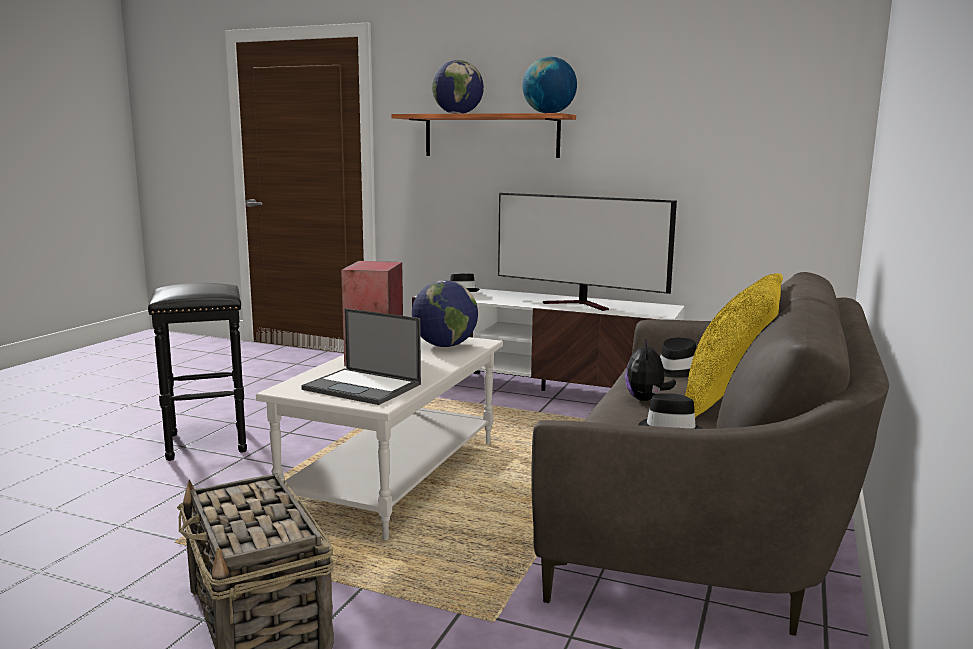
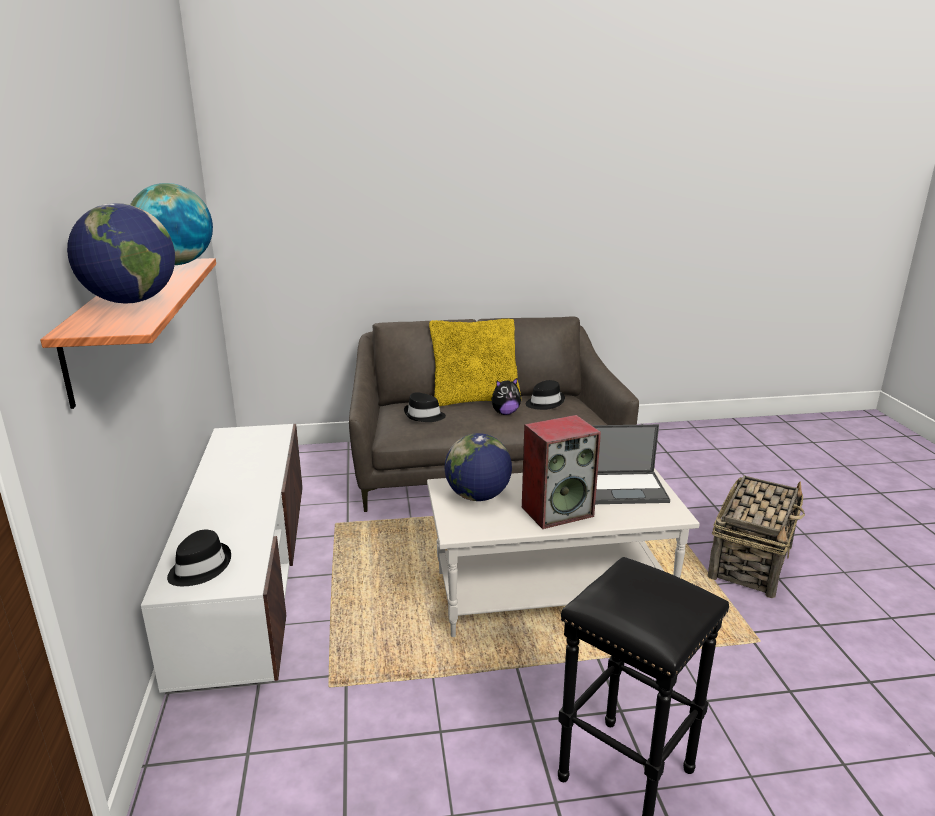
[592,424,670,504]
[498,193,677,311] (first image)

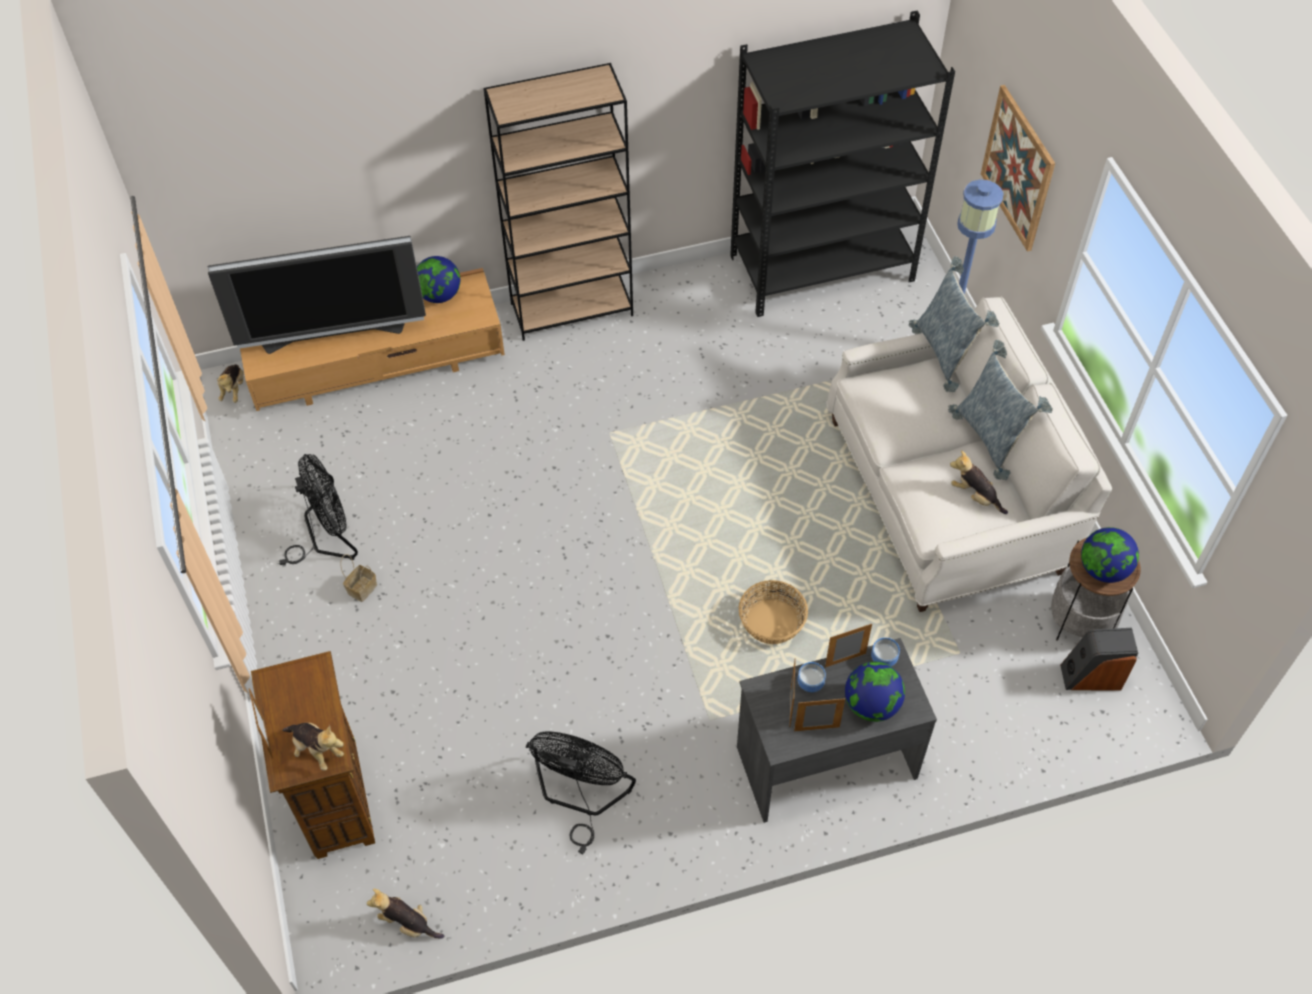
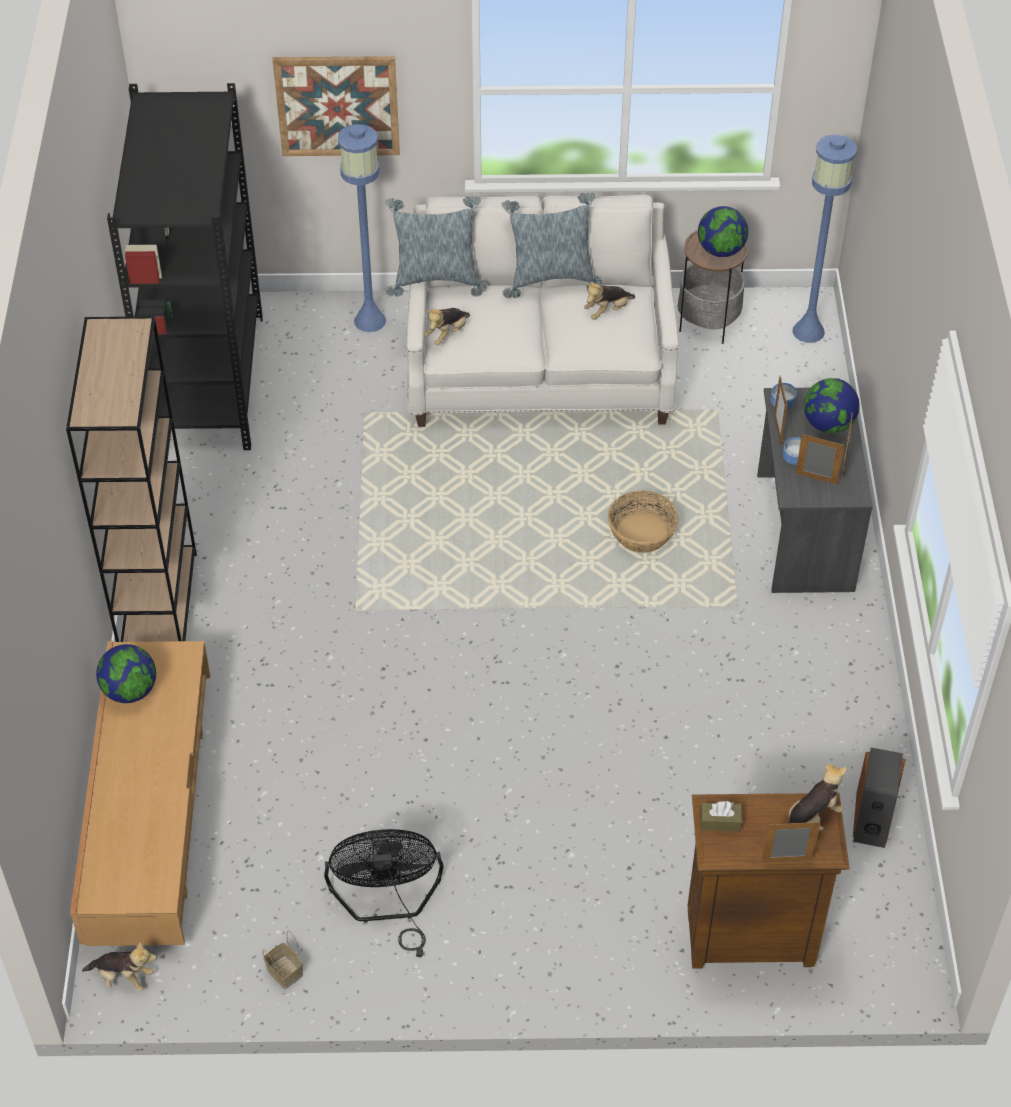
[262,931,303,989]
[424,308,470,345]
[700,801,742,832]
[792,135,857,343]
[853,747,905,848]
[208,236,426,354] (first image)
[526,731,636,855] (first image)

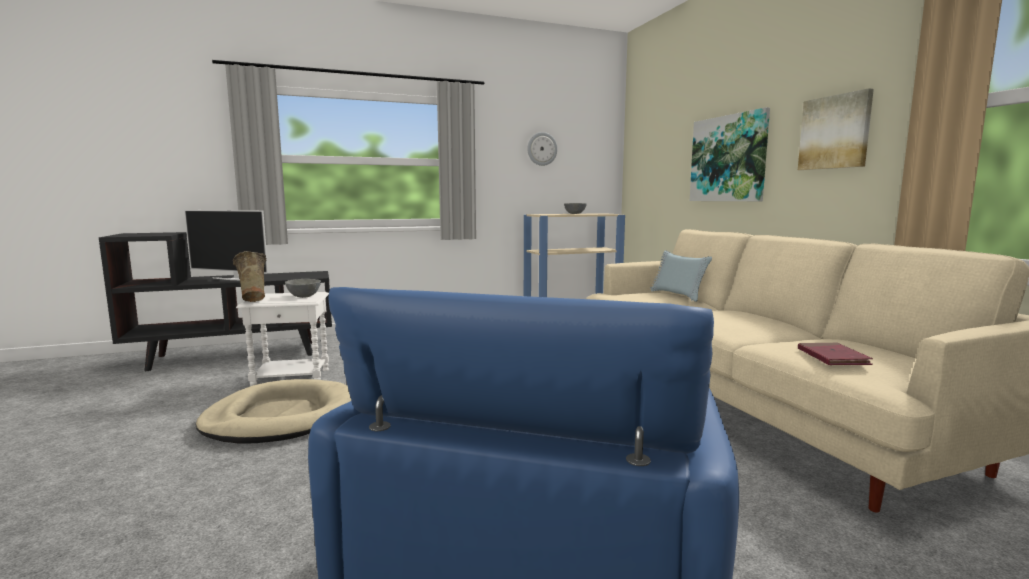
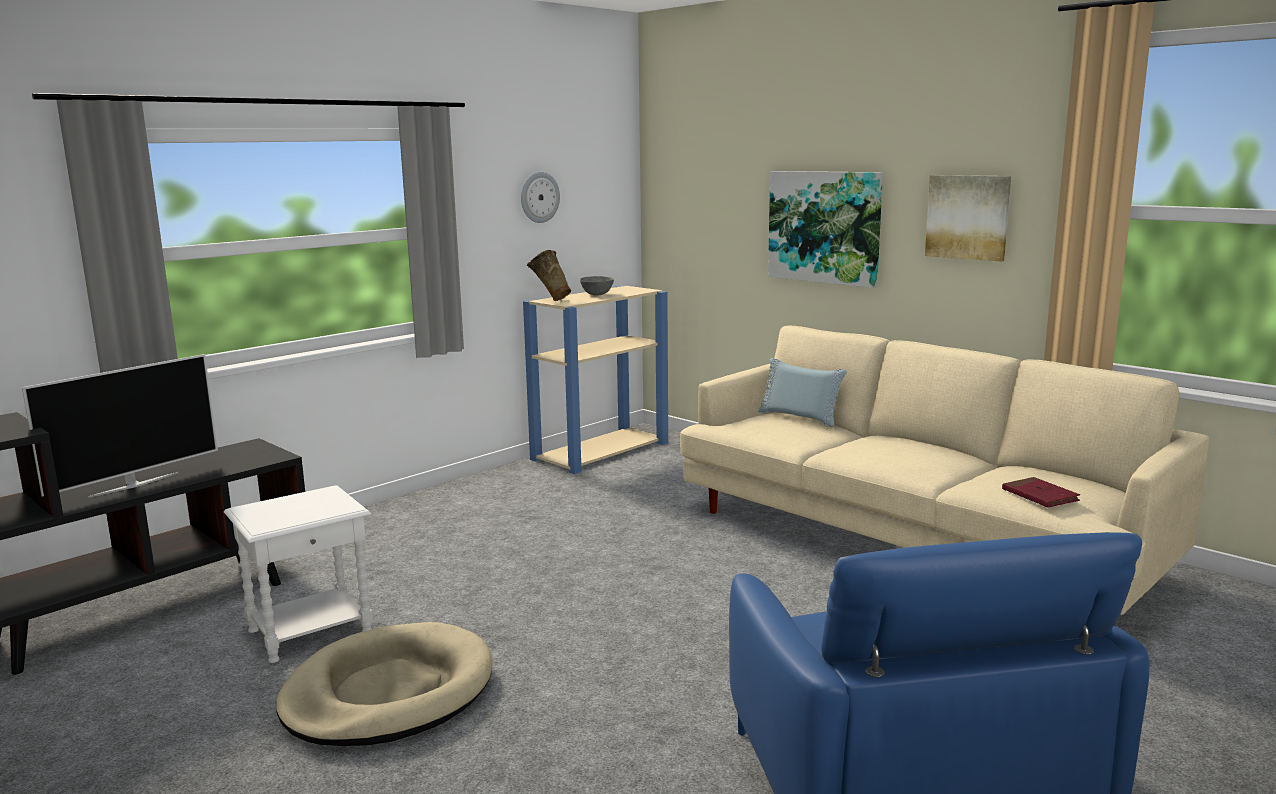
[22,354,218,498]
[527,250,571,301]
[285,279,321,298] (first image)

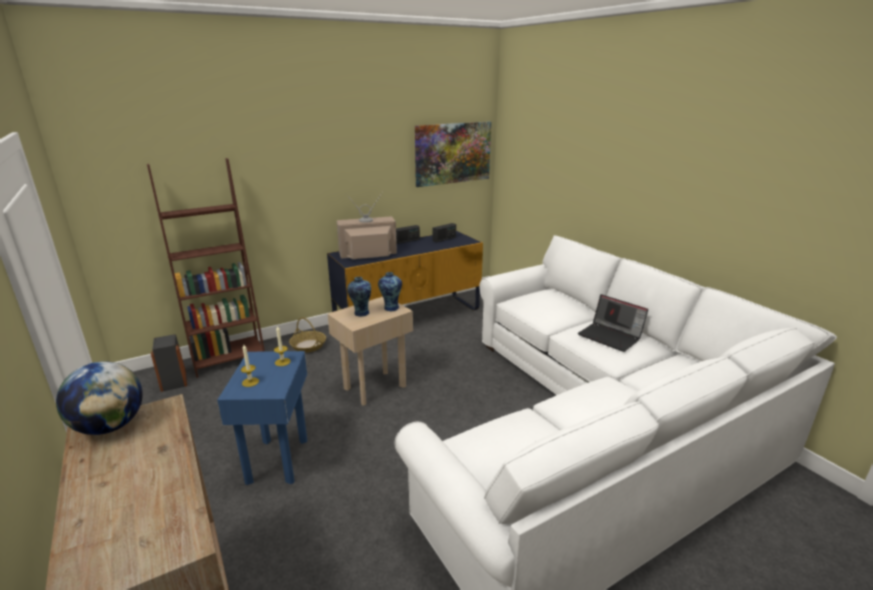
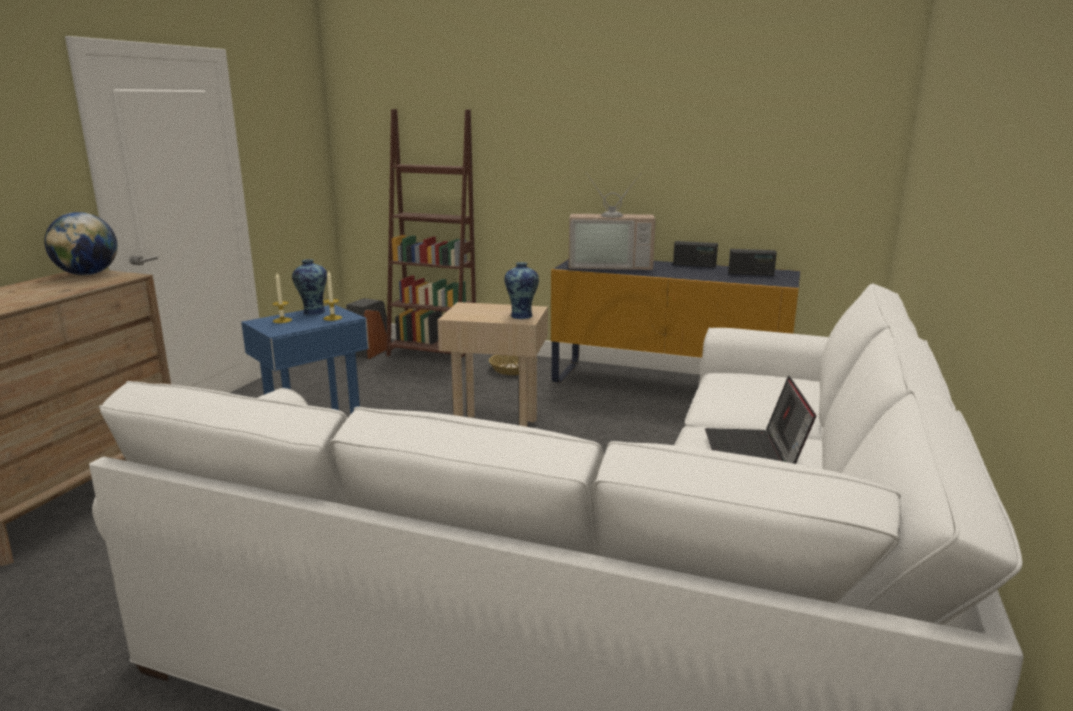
[292,259,327,315]
[569,173,656,270]
[415,121,491,187] (first image)

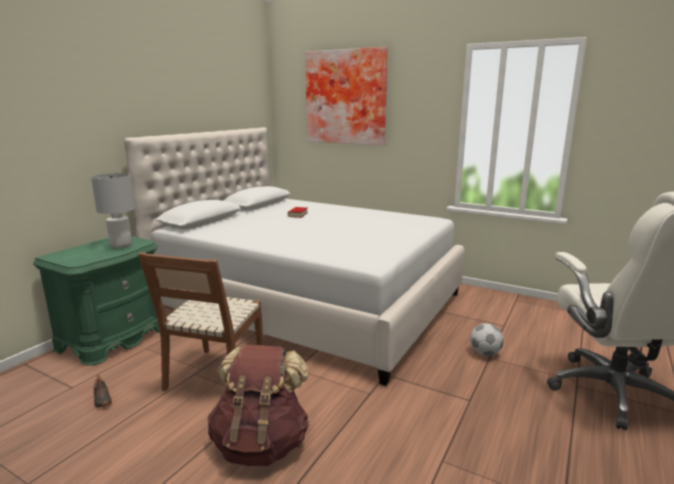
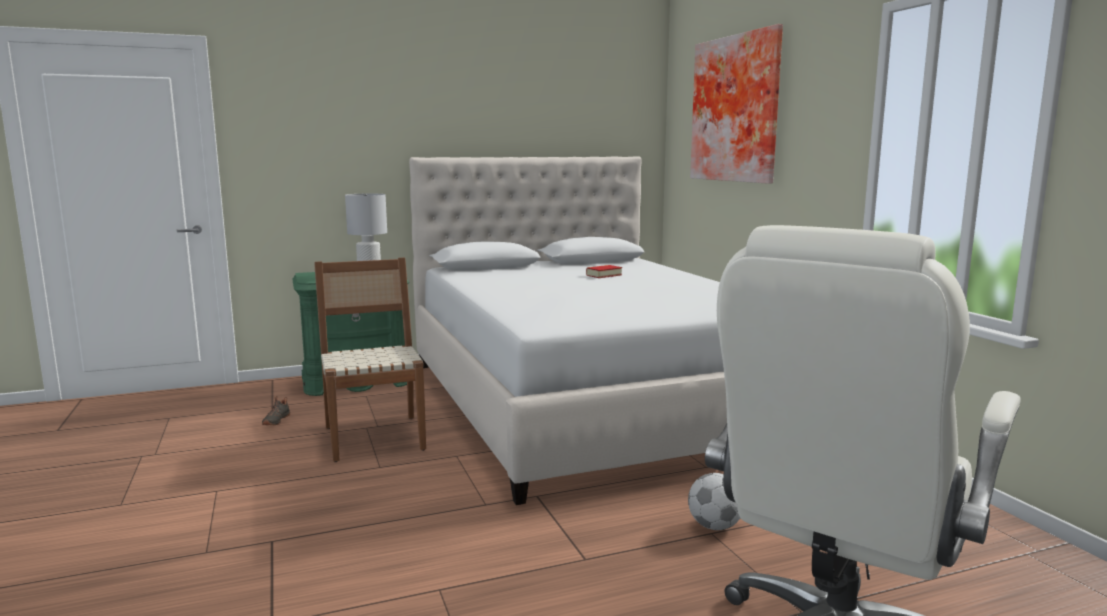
[314,258,426,462]
[207,345,310,466] (first image)

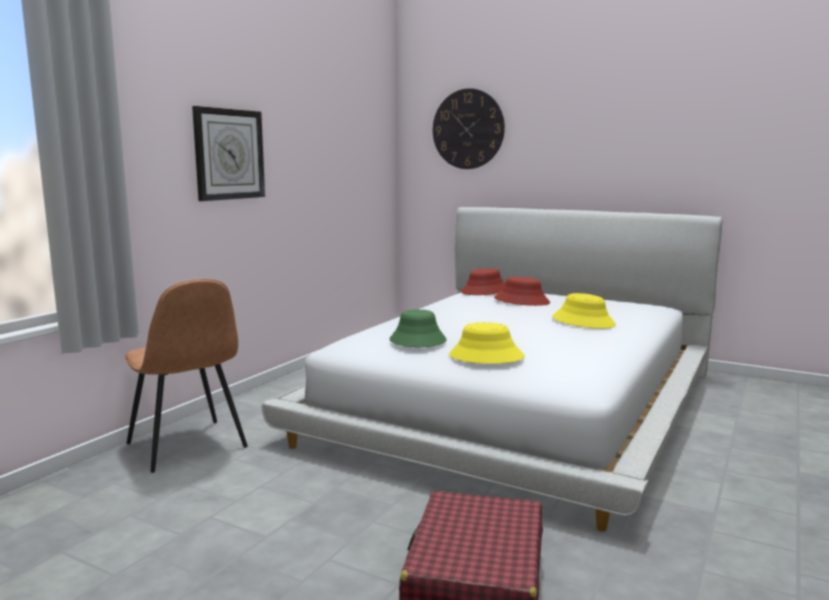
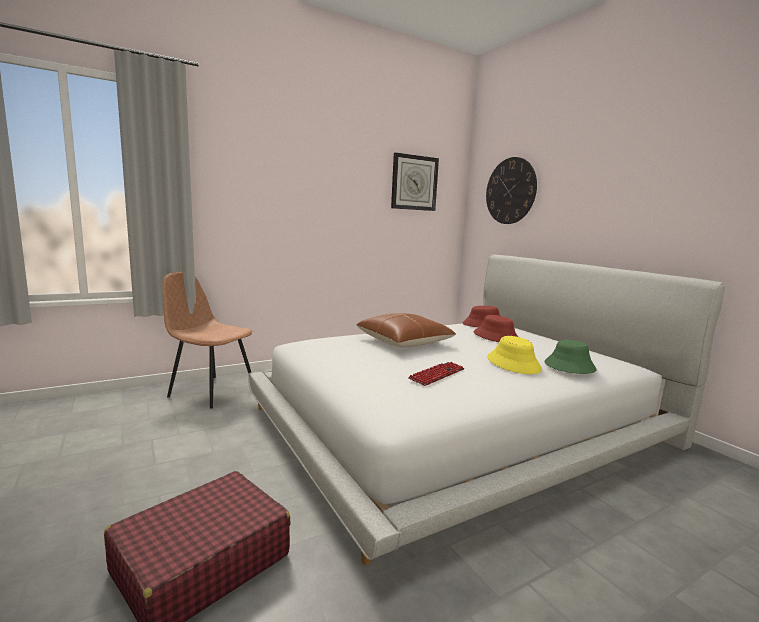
[162,271,253,409]
[356,313,456,348]
[391,152,439,211]
[408,362,464,386]
[545,340,597,374]
[449,323,525,364] (first image)

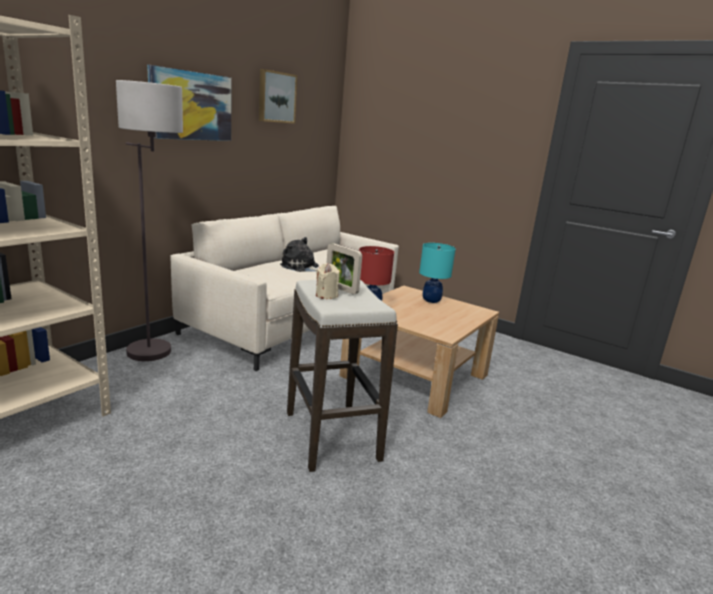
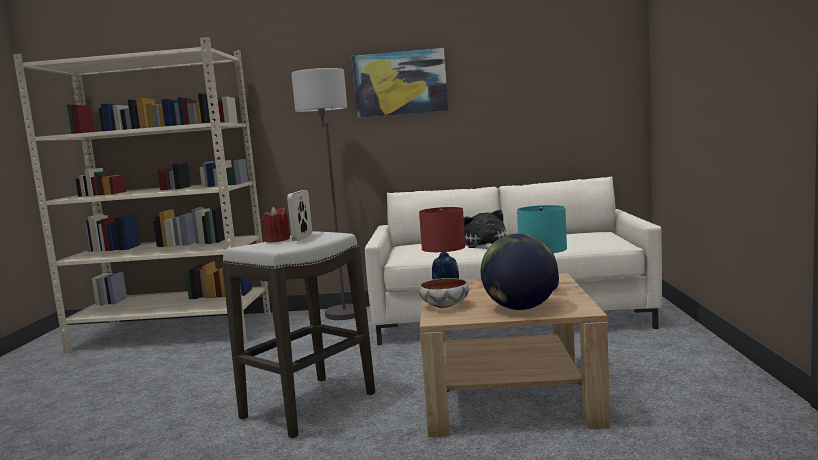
[262,207,290,242]
[419,278,469,308]
[481,234,558,310]
[259,69,297,124] (first image)

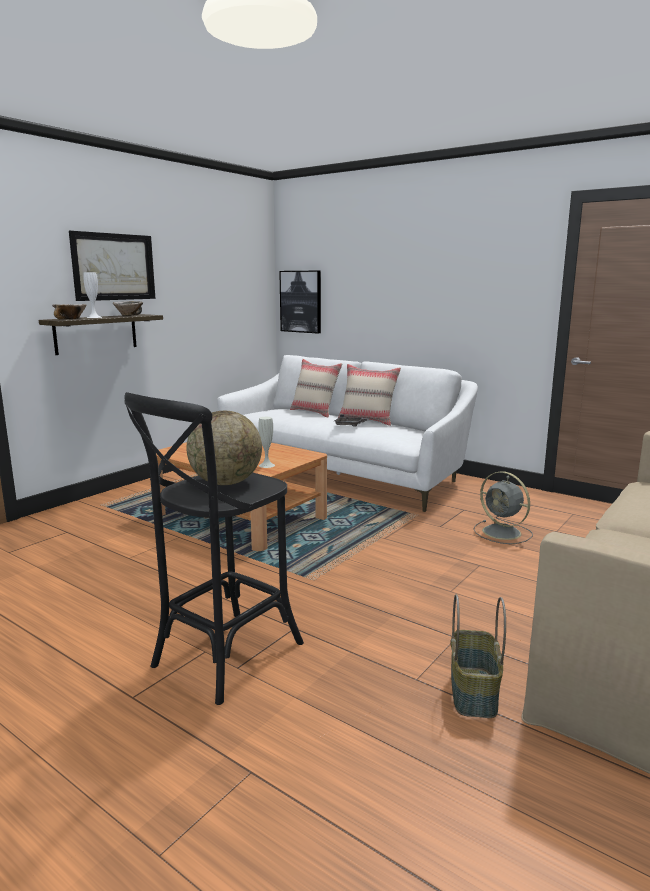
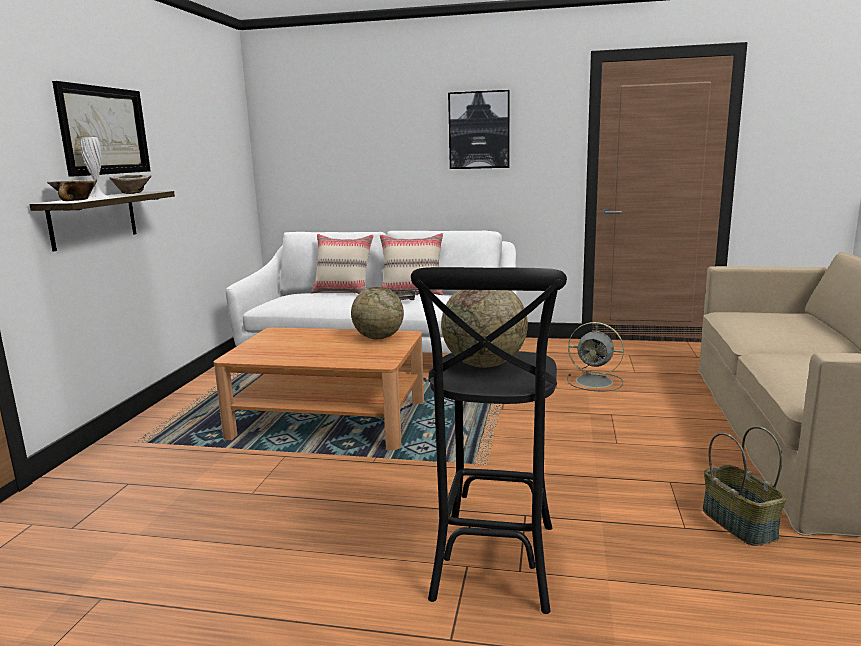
[351,287,404,339]
[448,90,510,169]
[258,417,275,468] (first image)

